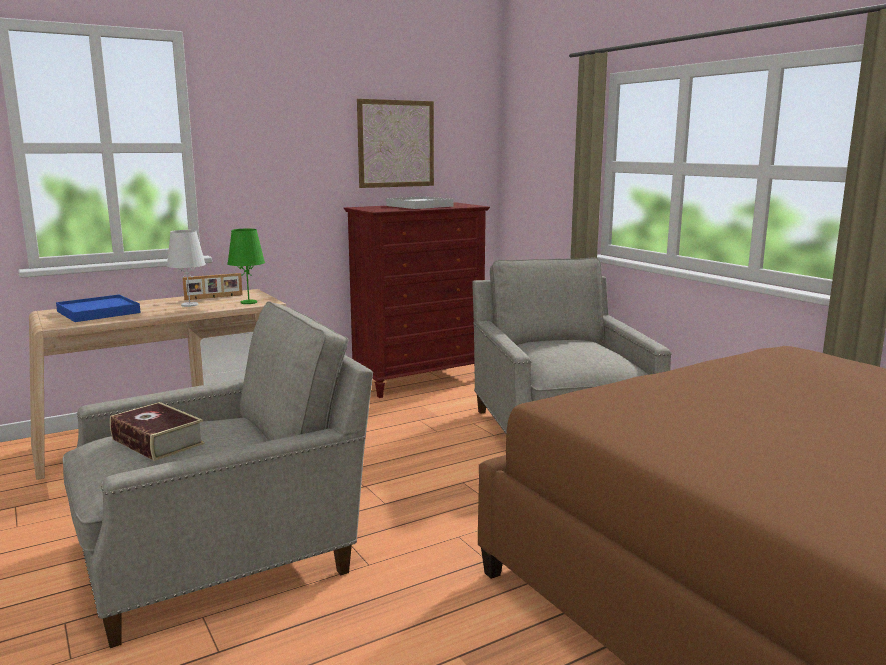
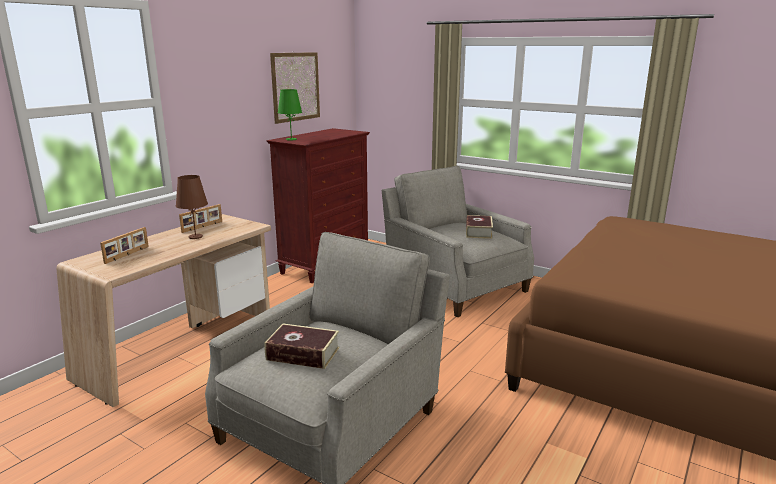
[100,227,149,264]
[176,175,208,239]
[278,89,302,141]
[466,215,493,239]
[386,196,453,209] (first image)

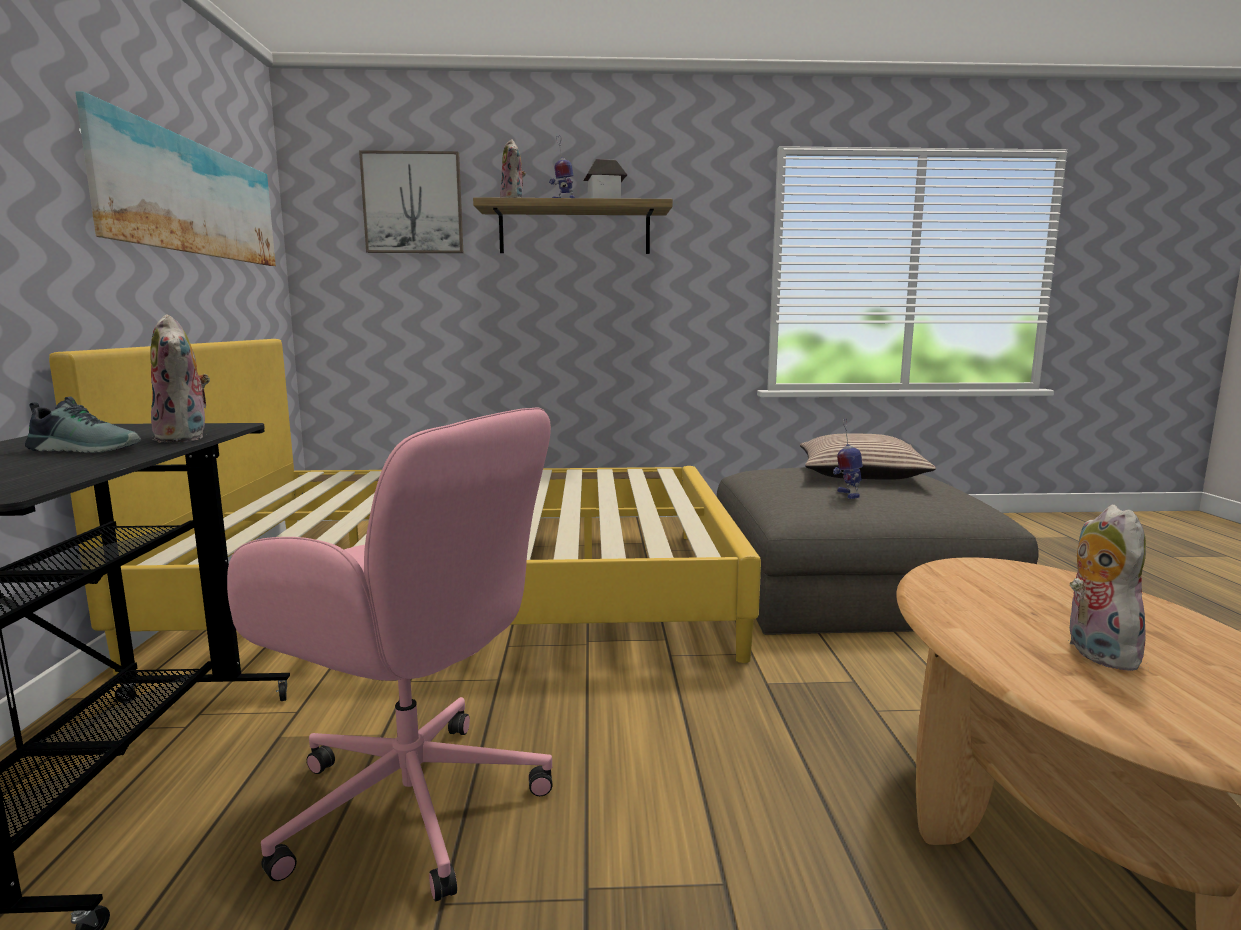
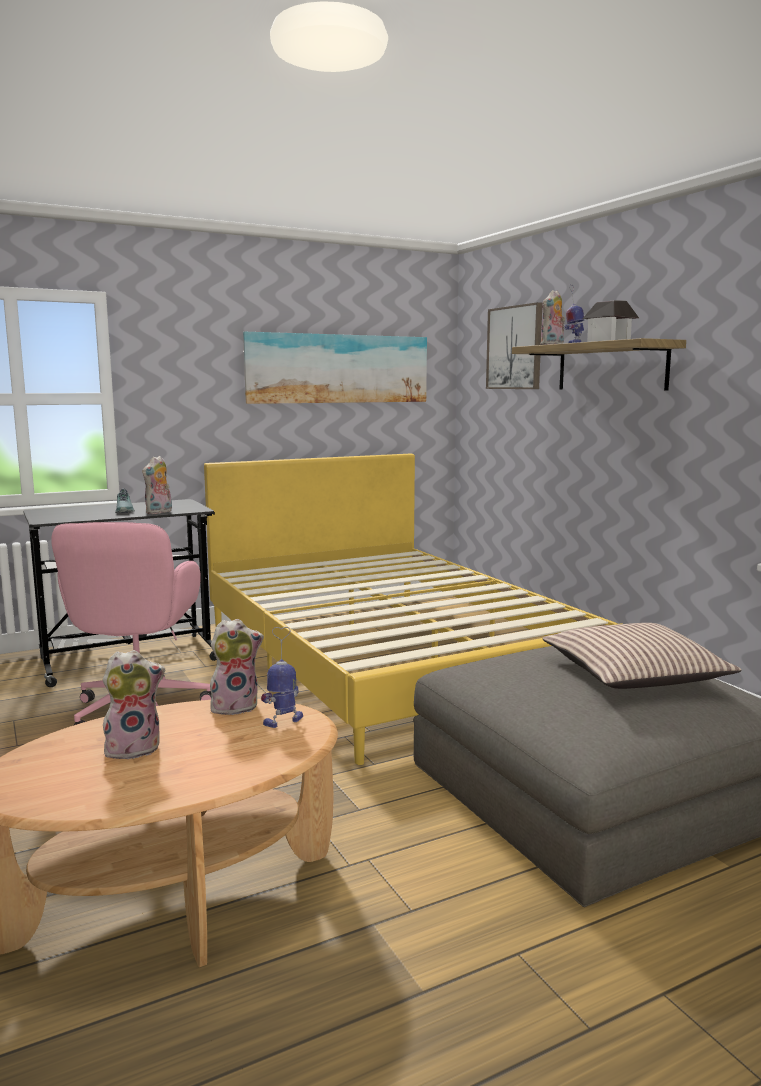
[210,619,264,715]
[261,627,303,728]

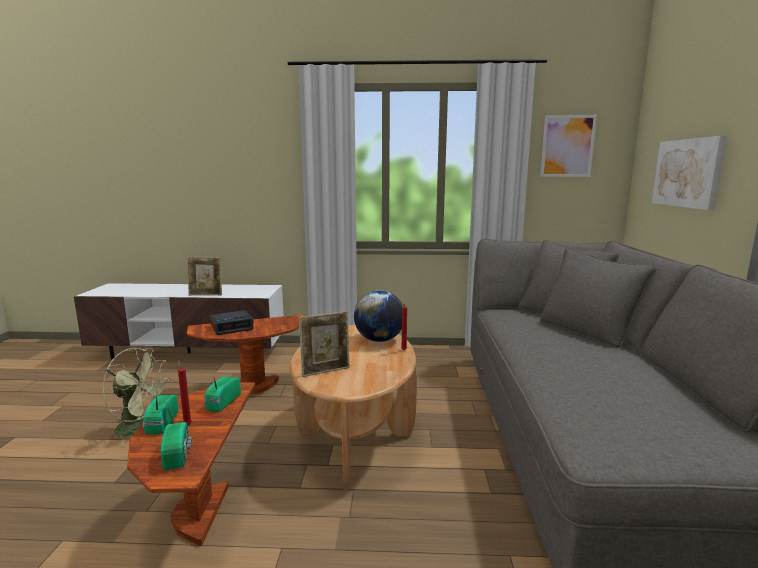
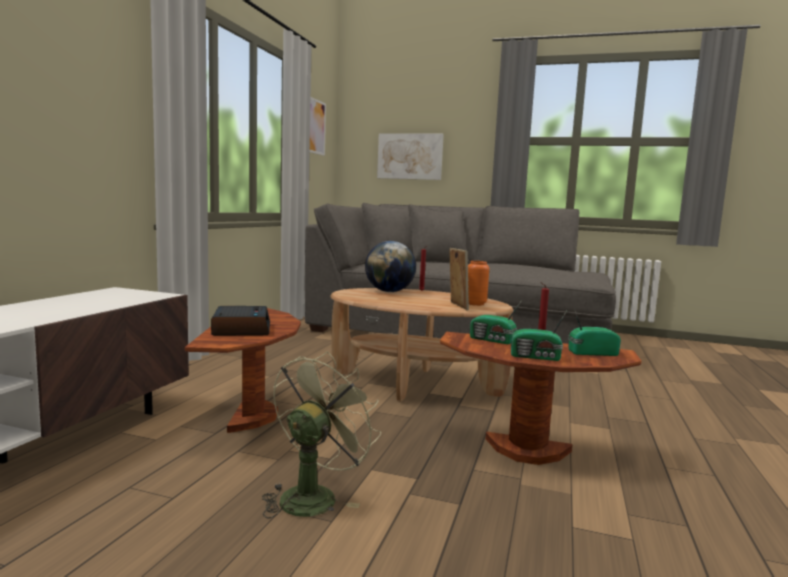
[468,261,489,306]
[187,257,222,295] (first image)

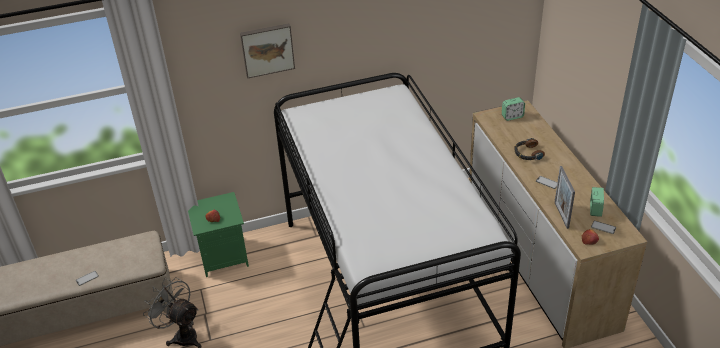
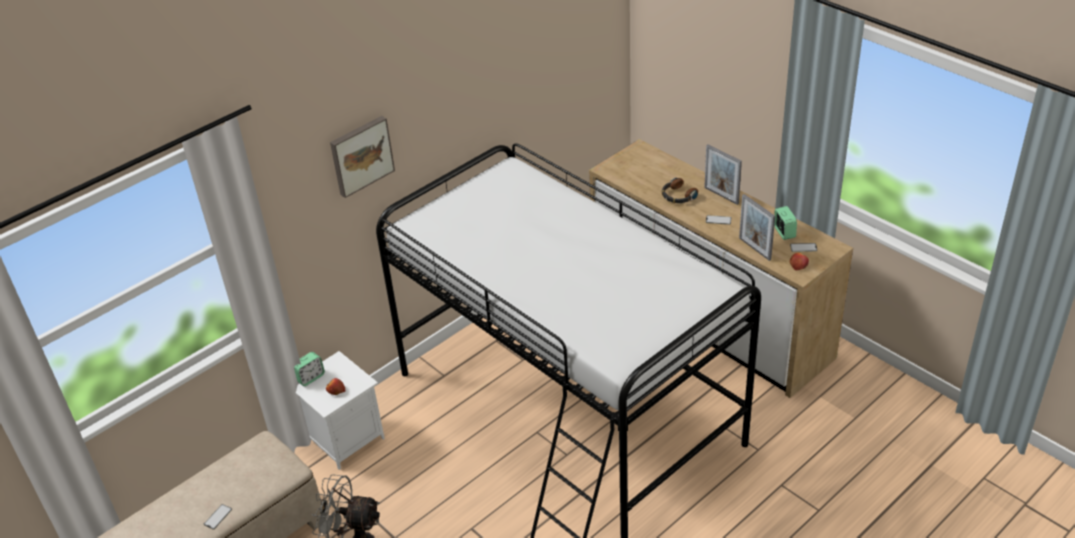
[294,352,325,386]
[295,351,385,470]
[704,144,742,205]

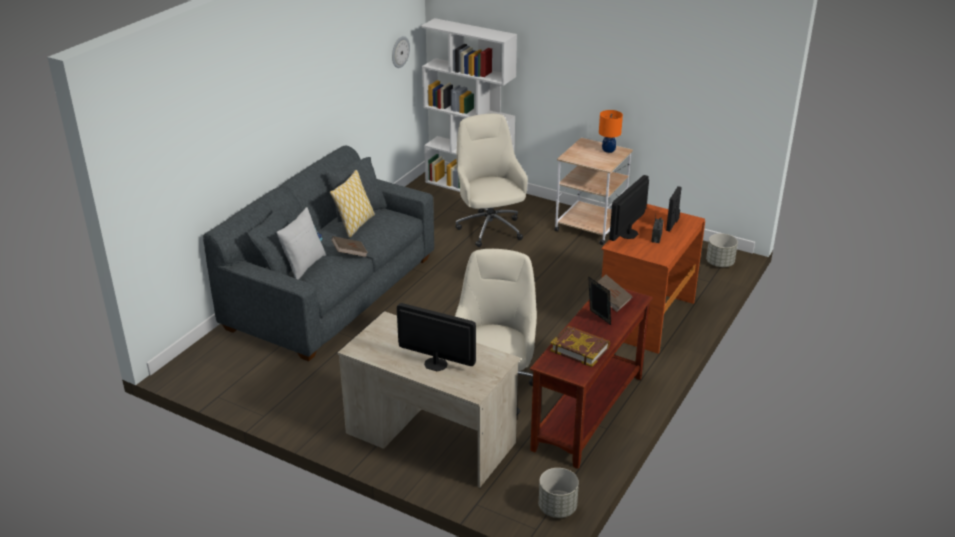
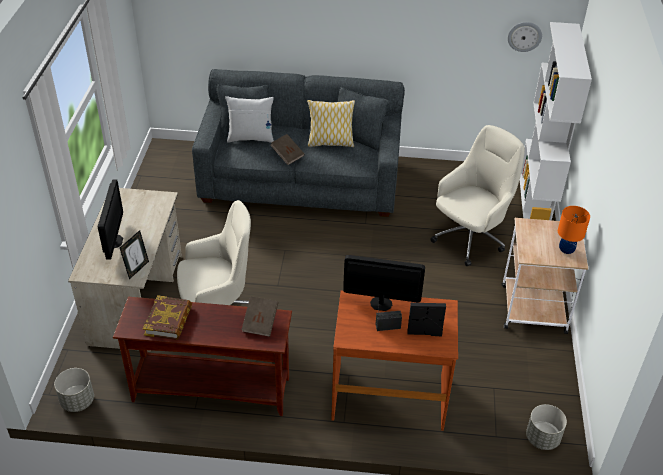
[120,230,149,279]

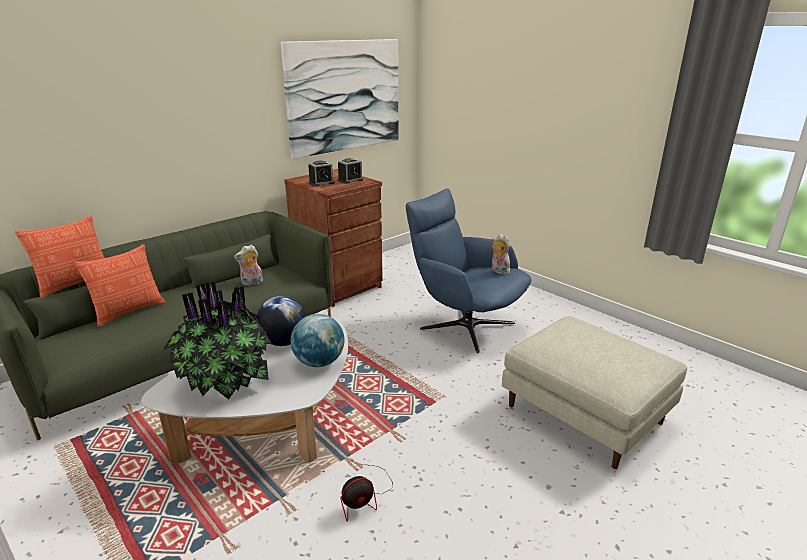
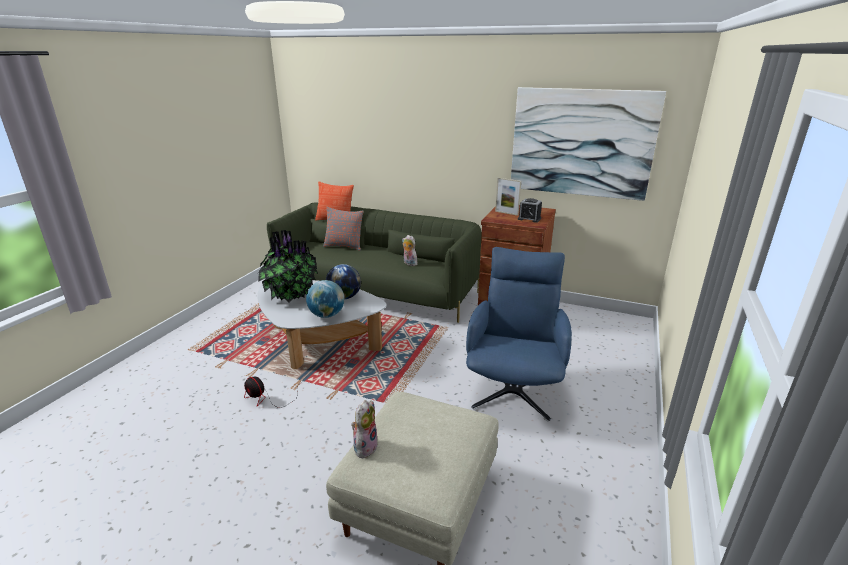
[323,207,364,251]
[351,400,378,458]
[495,178,521,216]

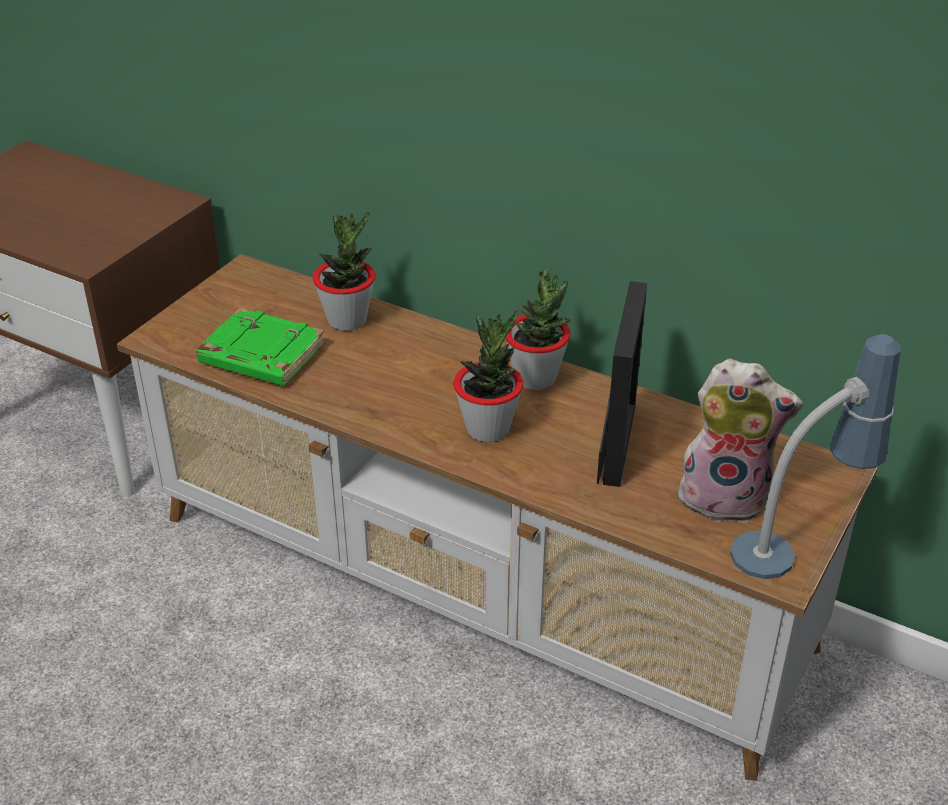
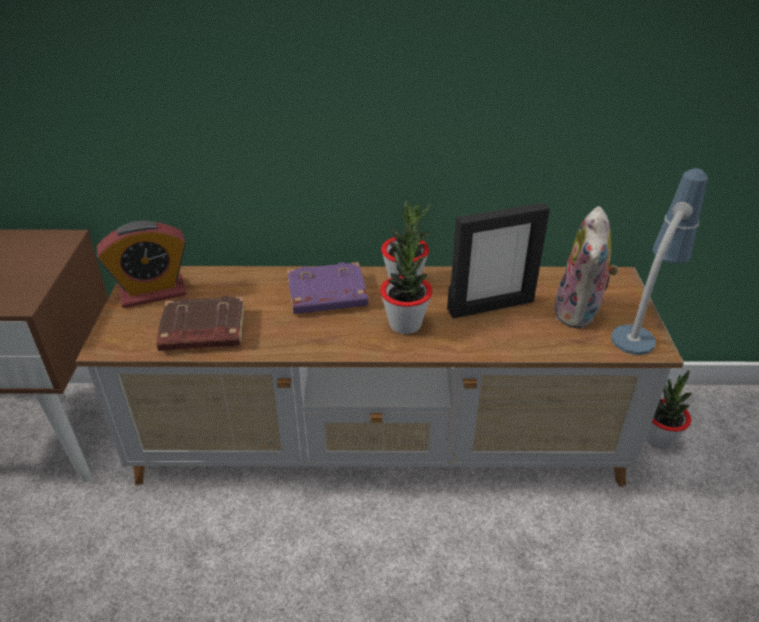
[97,221,187,308]
[156,296,245,351]
[287,262,368,314]
[447,203,550,319]
[553,206,619,328]
[646,370,692,449]

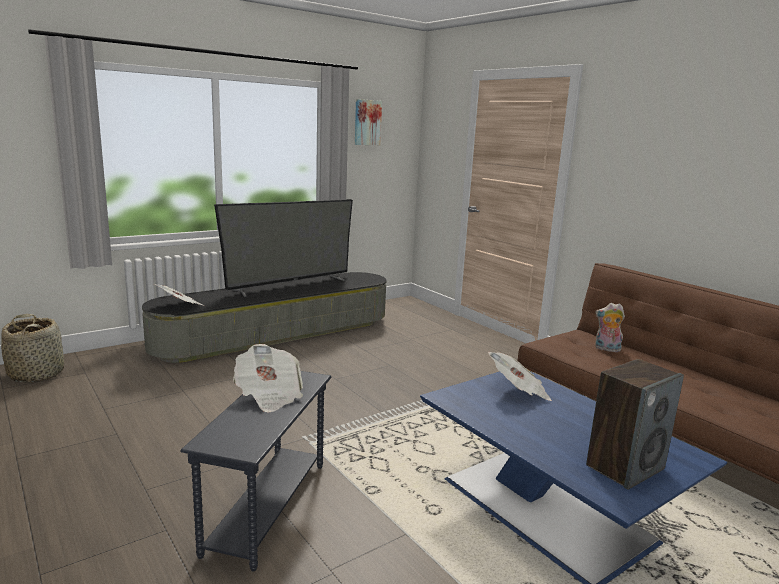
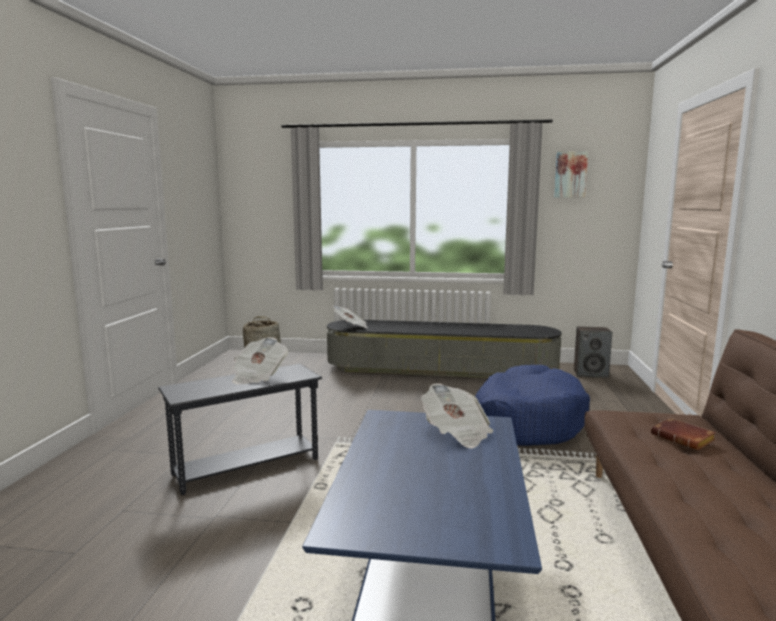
[475,365,590,446]
[574,326,612,378]
[651,418,716,450]
[214,199,353,297] (first image)

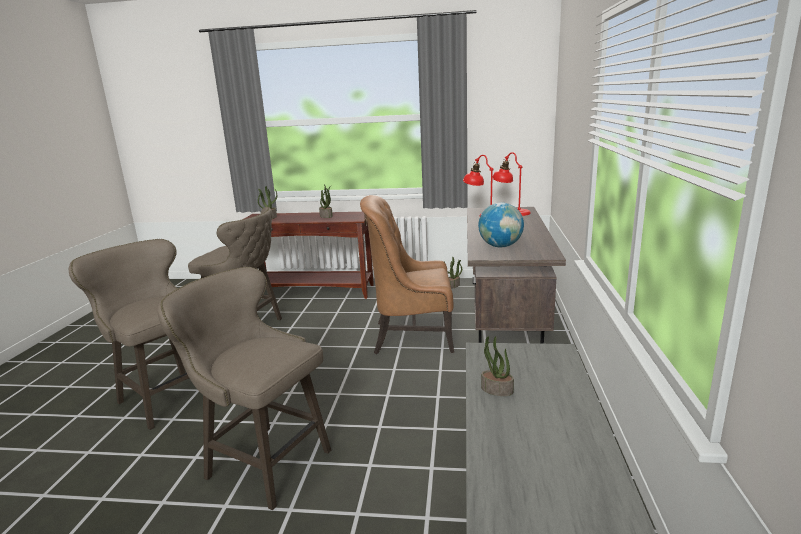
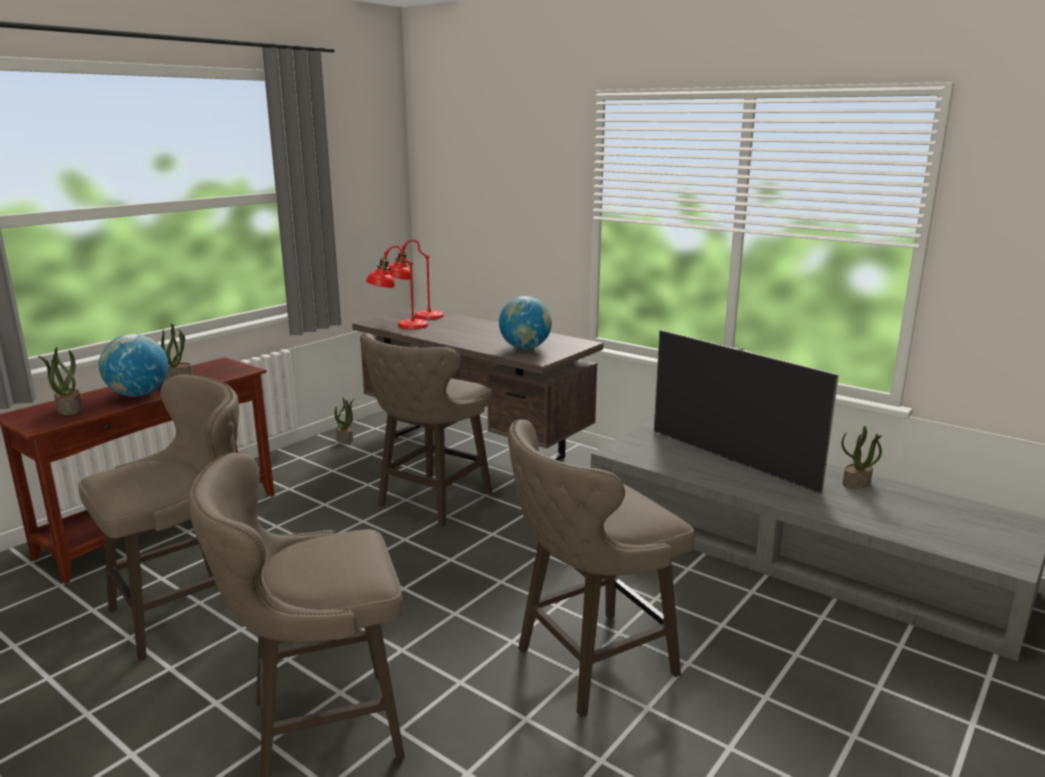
[99,334,169,397]
[360,333,493,526]
[654,330,839,494]
[841,426,882,489]

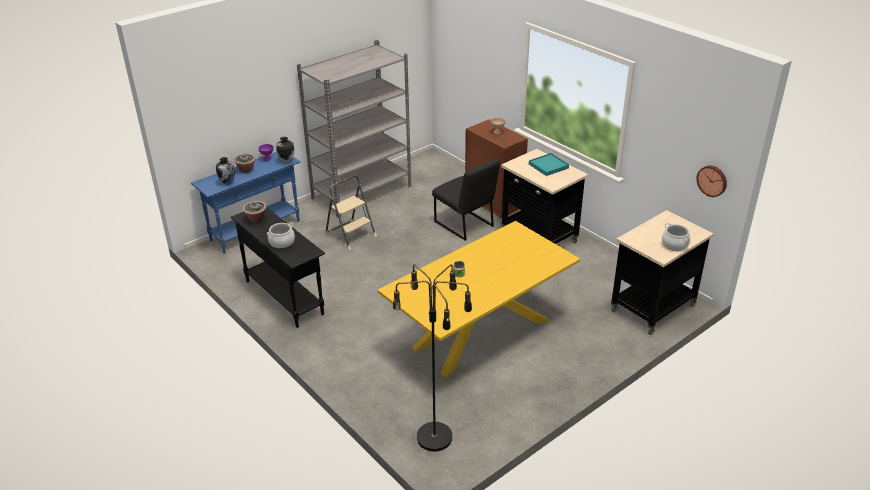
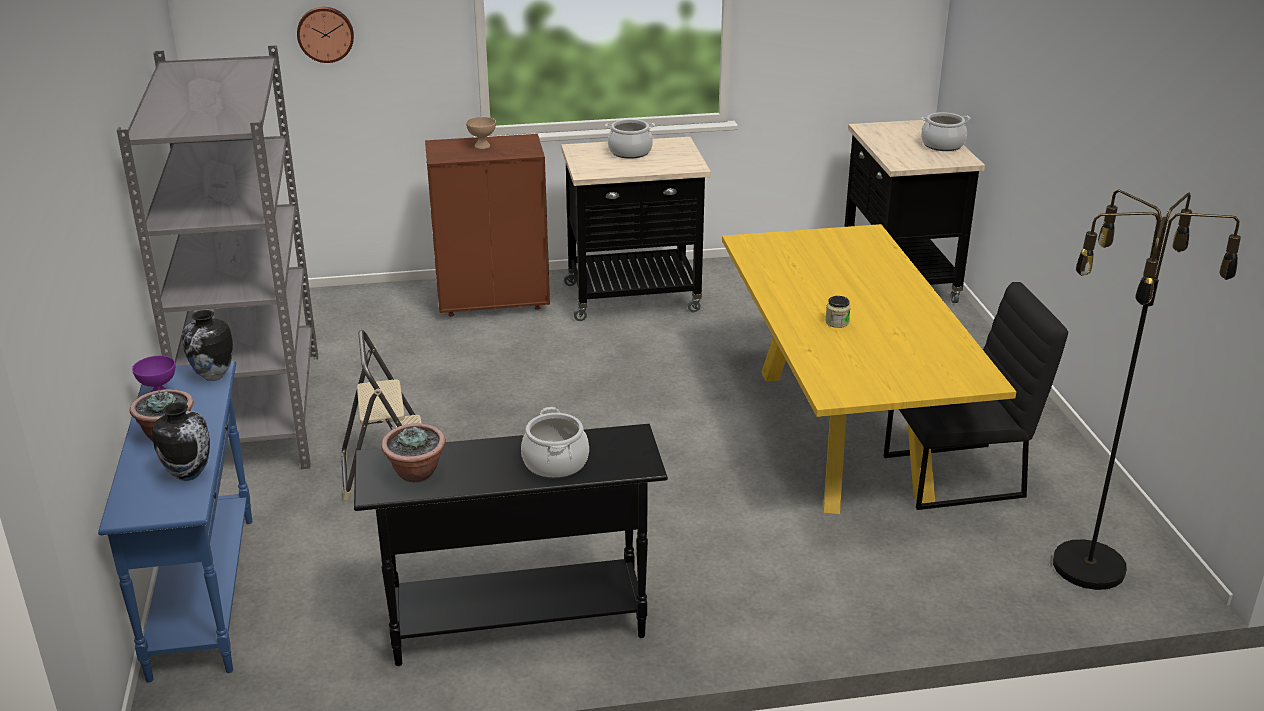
[297,7,354,63]
[605,119,655,159]
[884,282,1068,510]

